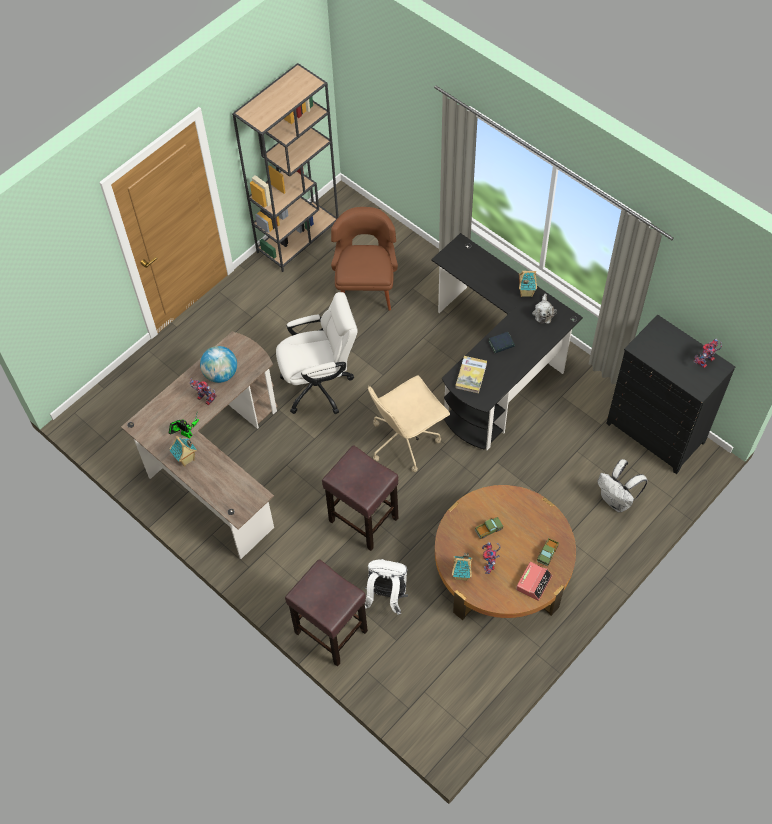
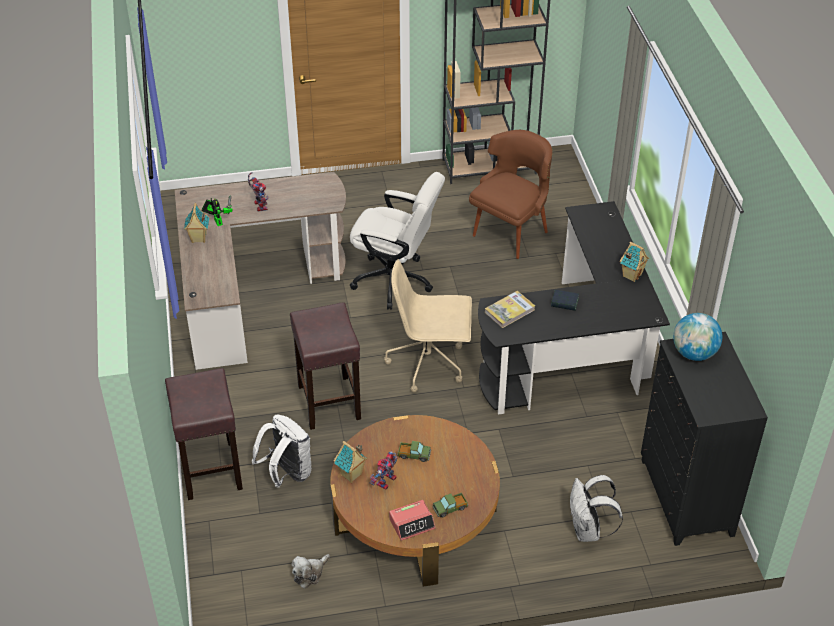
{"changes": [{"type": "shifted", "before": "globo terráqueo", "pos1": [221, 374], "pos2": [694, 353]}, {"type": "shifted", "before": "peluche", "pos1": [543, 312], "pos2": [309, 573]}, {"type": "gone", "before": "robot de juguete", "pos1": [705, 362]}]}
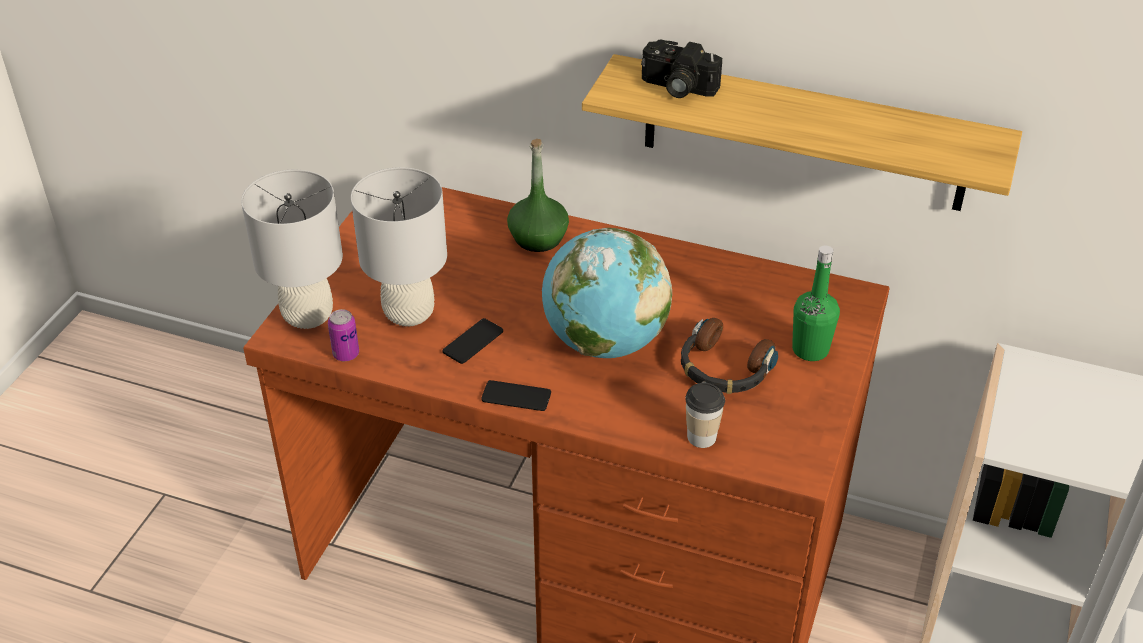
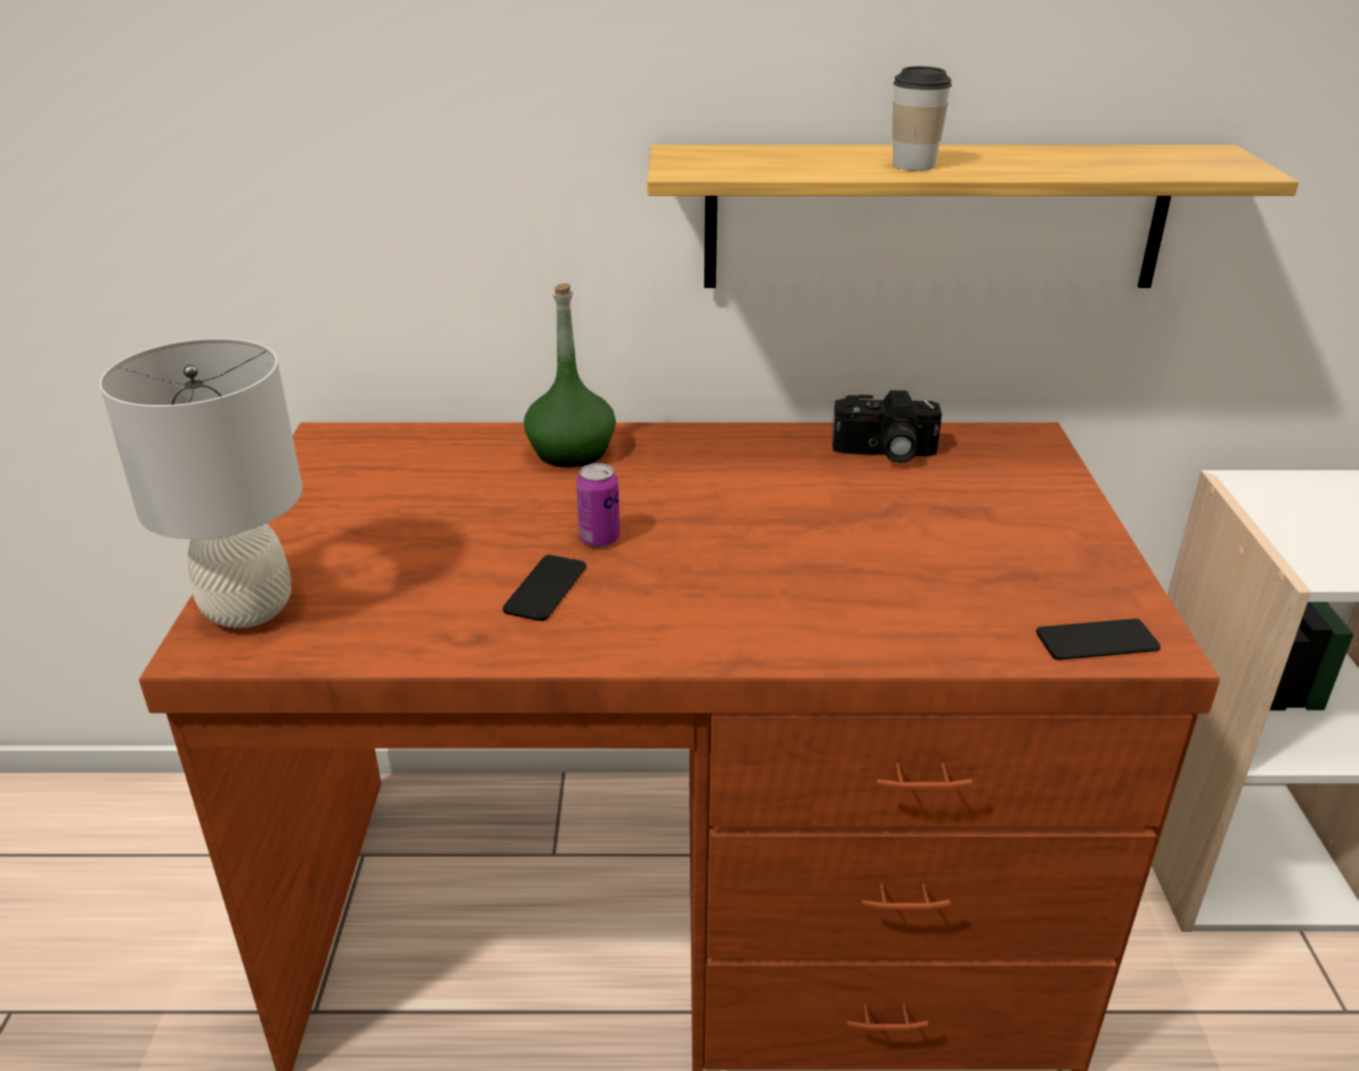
{"changes": [{"type": "shifted", "before": "lata", "pos1": [346, 354], "pos2": [599, 539]}, {"type": "gone", "before": "lámpara de mesa/gris", "pos1": [407, 314]}, {"type": "shifted", "before": "móvil", "pos1": [516, 396], "pos2": [1096, 641]}, {"type": "gone", "before": "globo terráqueo", "pos1": [604, 342]}, {"type": "shifted", "before": "cámara", "pos1": [677, 88], "pos2": [884, 453]}, {"type": "gone", "before": "auriculares", "pos1": [724, 368]}, {"type": "shifted", "before": "taza", "pos1": [701, 437], "pos2": [913, 165]}, {"type": "gone", "before": "botella/verde", "pos1": [810, 350]}]}
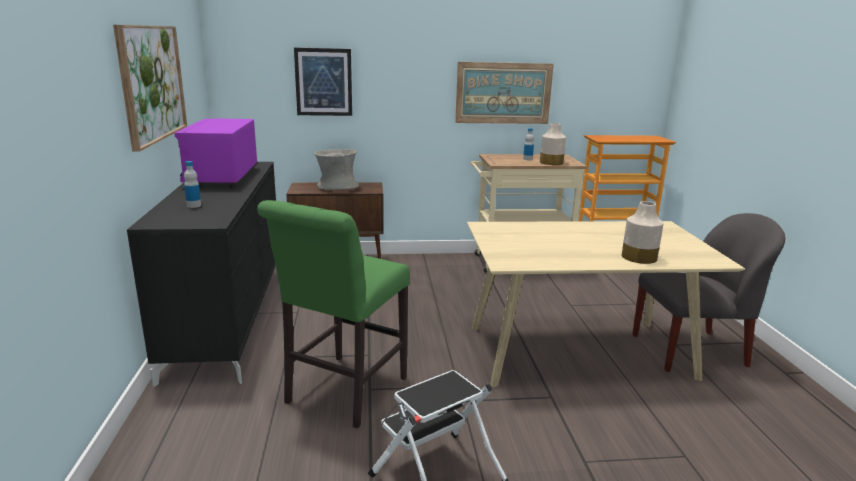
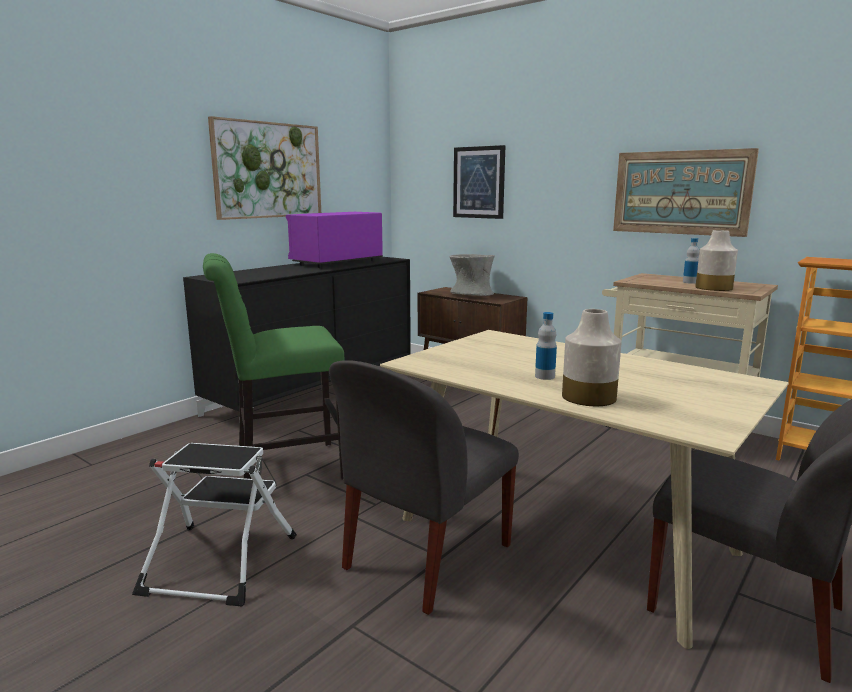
{"changes": [{"type": "shifted", "before": "botella", "pos1": [194, 205], "pos2": [544, 376]}, {"type": "new", "after": "silla/gris", "pos2": [425, 558]}]}
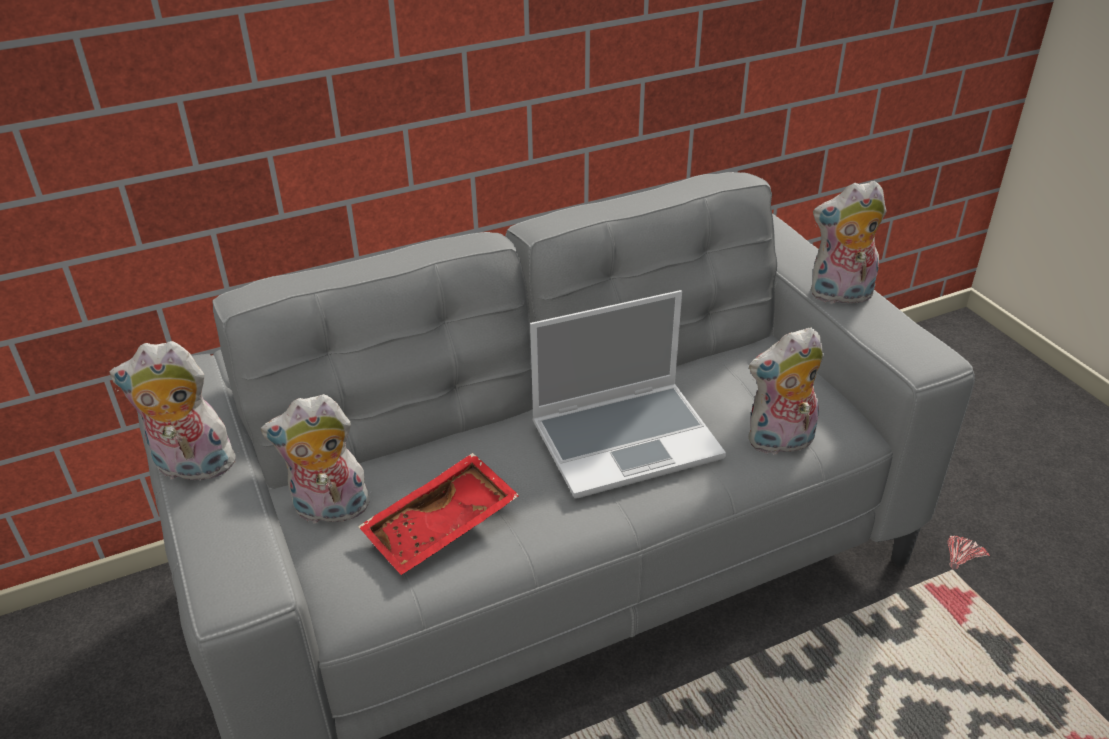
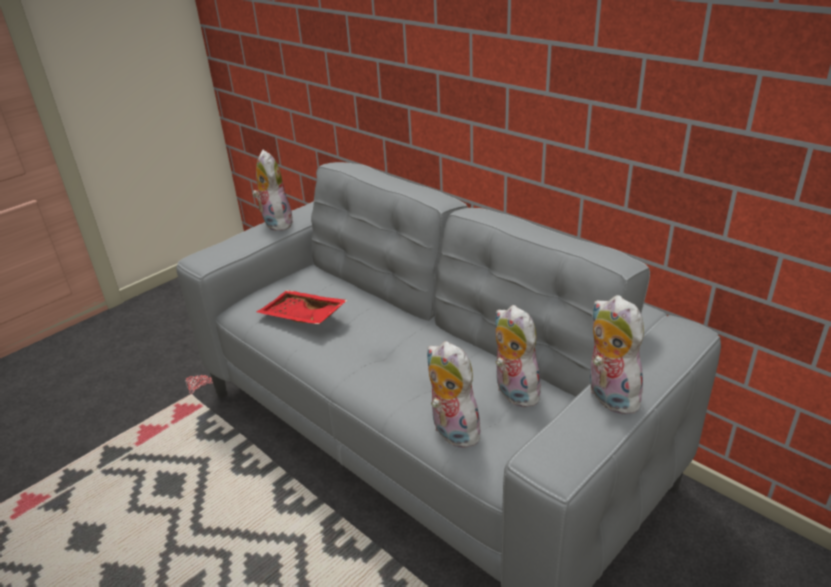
{"changes": [{"type": "shifted", "before": "peluche", "pos1": [329, 511], "pos2": [513, 392]}, {"type": "gone", "before": "portátil", "pos1": [627, 439]}]}
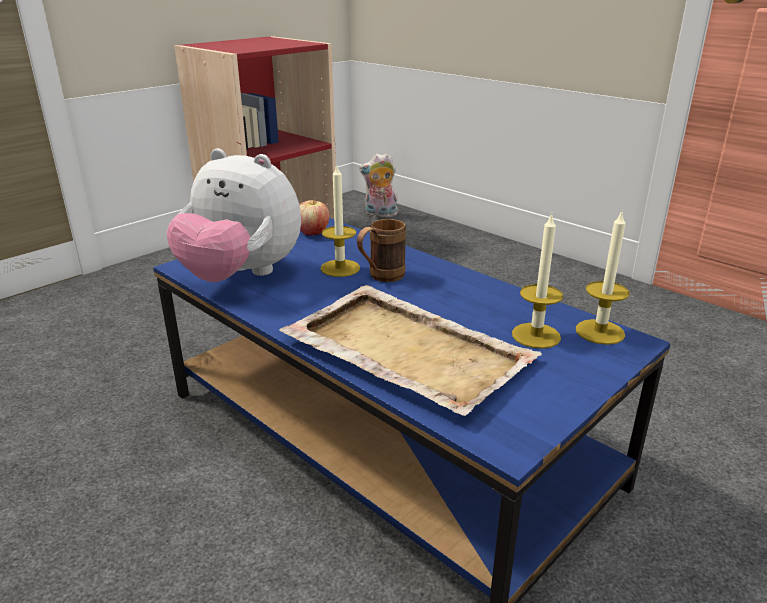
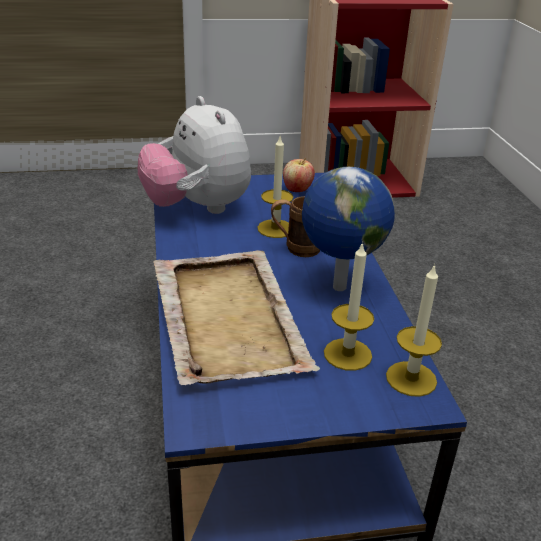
{"changes": [{"type": "gone", "before": "peluche", "pos1": [380, 215]}, {"type": "new", "after": "globo terráqueo", "pos2": [337, 287]}]}
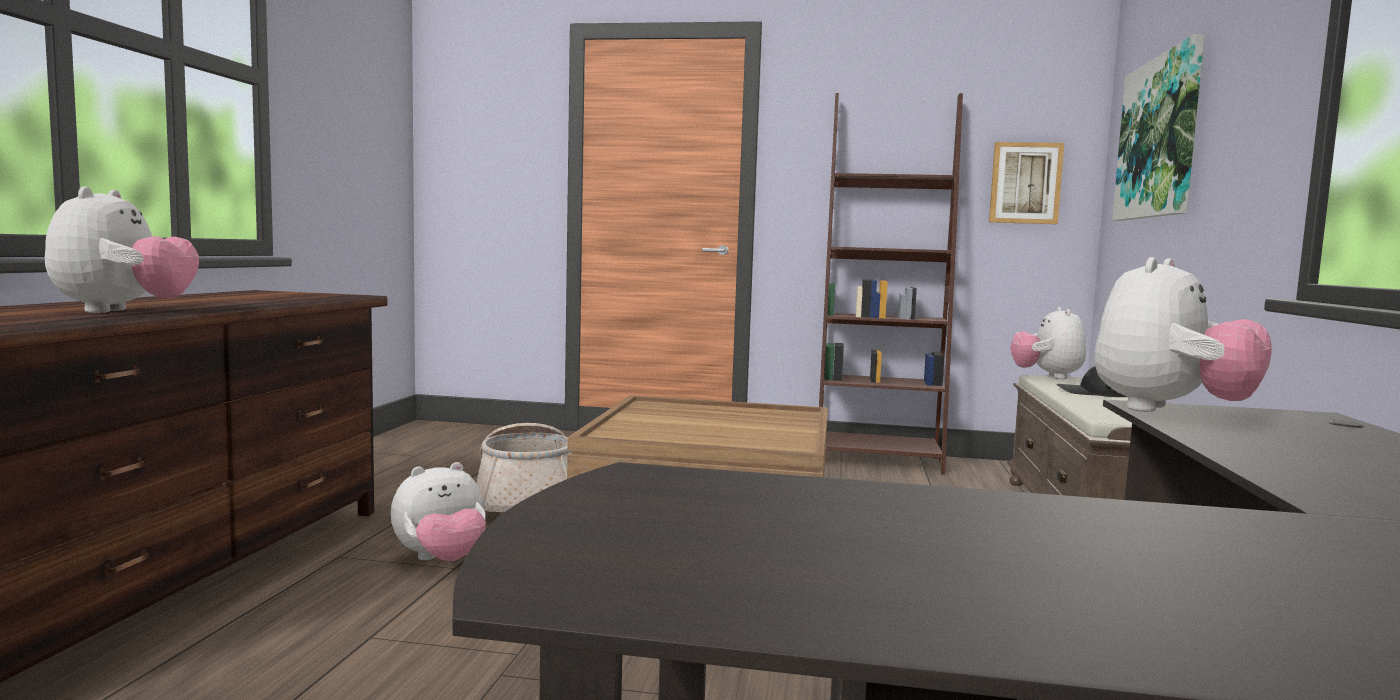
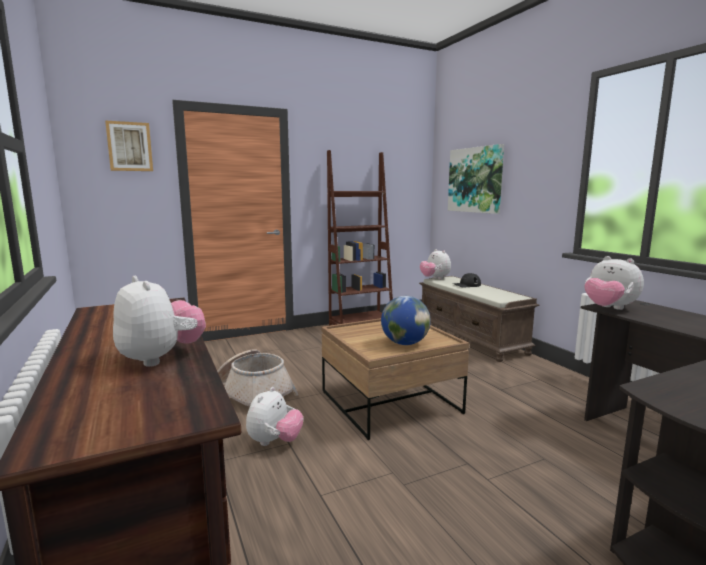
{"changes": [{"type": "shifted", "before": "cuadro", "pos1": [1025, 183], "pos2": [130, 146]}, {"type": "rotated", "before": "peluche", "pos1": [1169, 411], "pos2": [609, 308], "turn": 135}, {"type": "new", "after": "globo terráqueo", "pos2": [404, 343]}]}
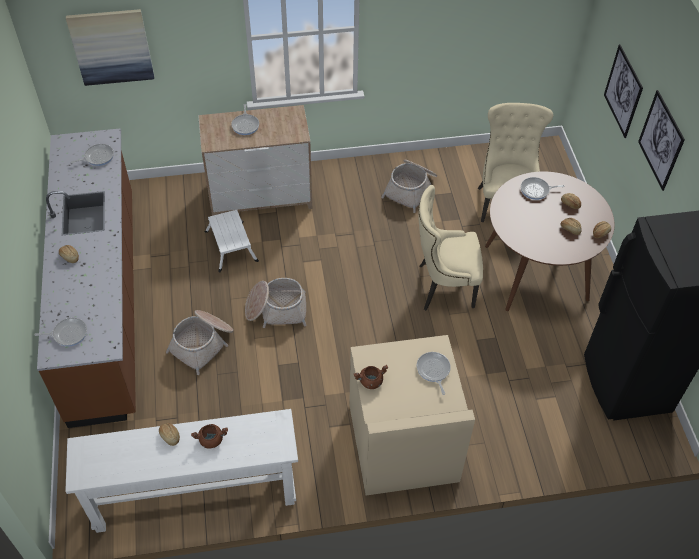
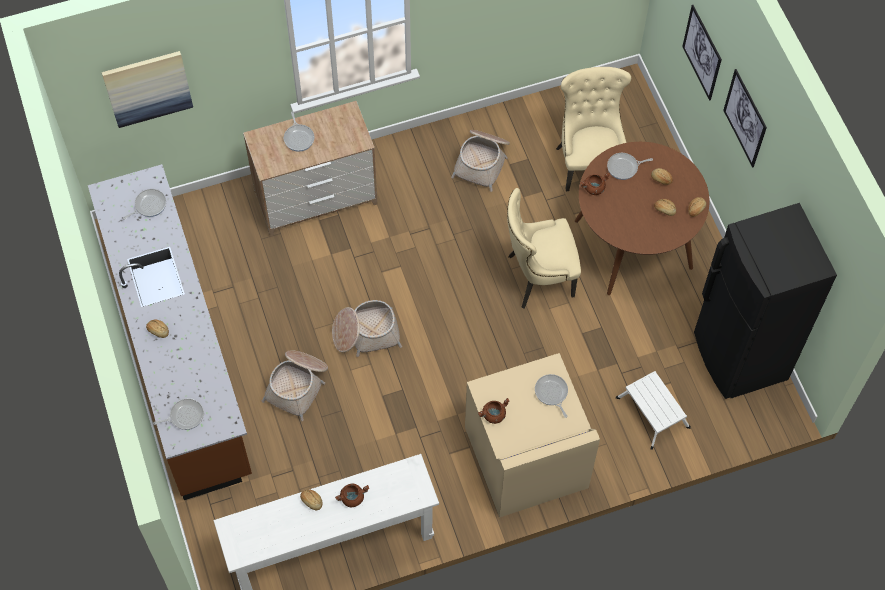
{"changes": [{"type": "shifted", "before": "escalera de tijera/blanco", "pos1": [231, 246], "pos2": [653, 413]}, {"type": "new", "after": "olla/marrón", "pos2": [594, 188]}]}
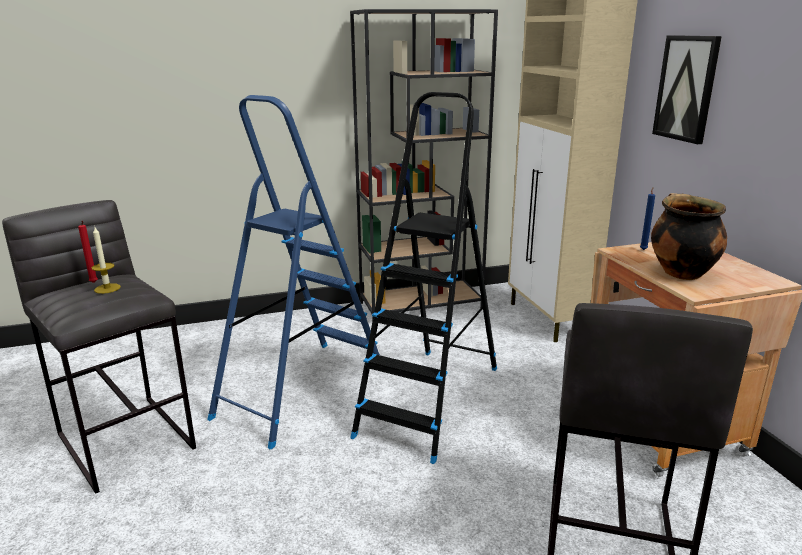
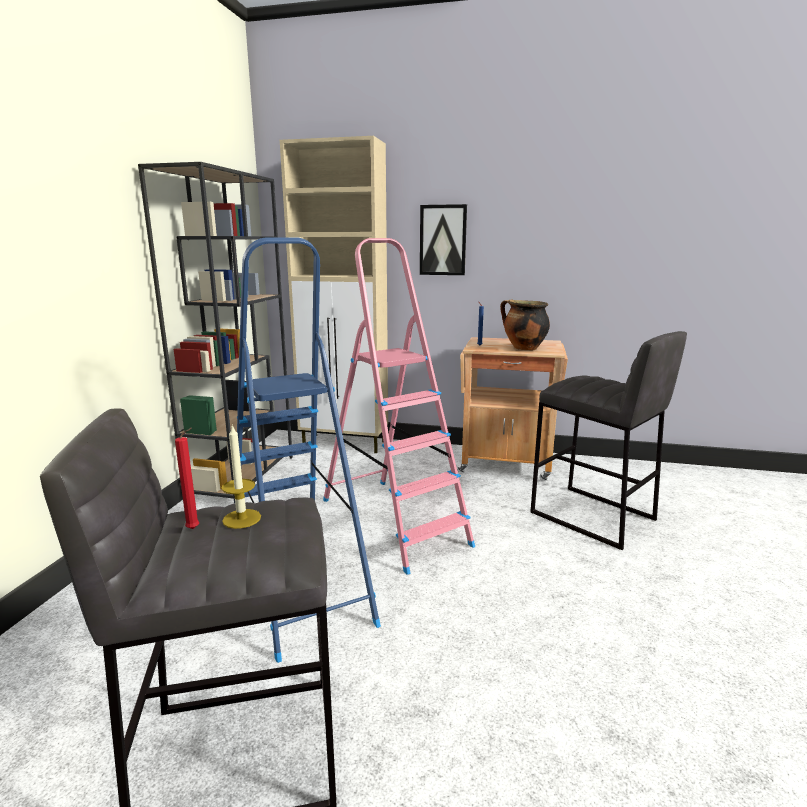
{"changes": [{"type": "repainted", "before": "escalera de tijera/negro", "after": "escalera de tijera/rosa", "pos1": [430, 400], "pos2": [393, 521]}]}
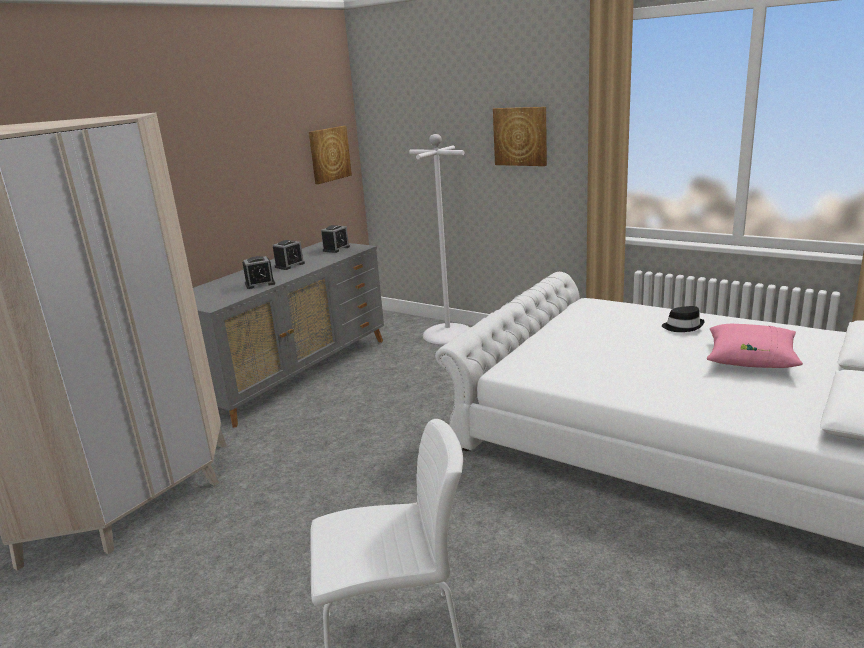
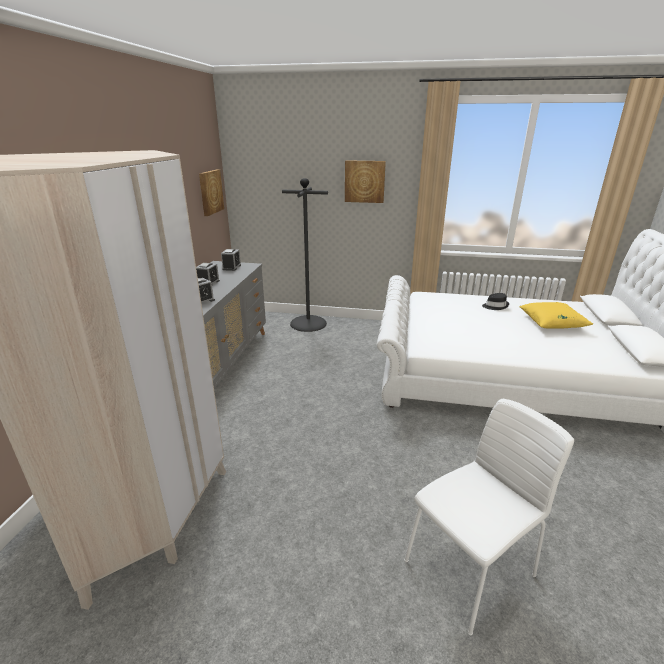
{"changes": [{"type": "repainted", "before": "perchero/blanco", "after": "perchero/negro", "pos1": [448, 334], "pos2": [308, 323]}, {"type": "repainted", "before": "cojín/rosa", "after": "cojín/amarillo", "pos1": [750, 360], "pos2": [551, 324]}]}
